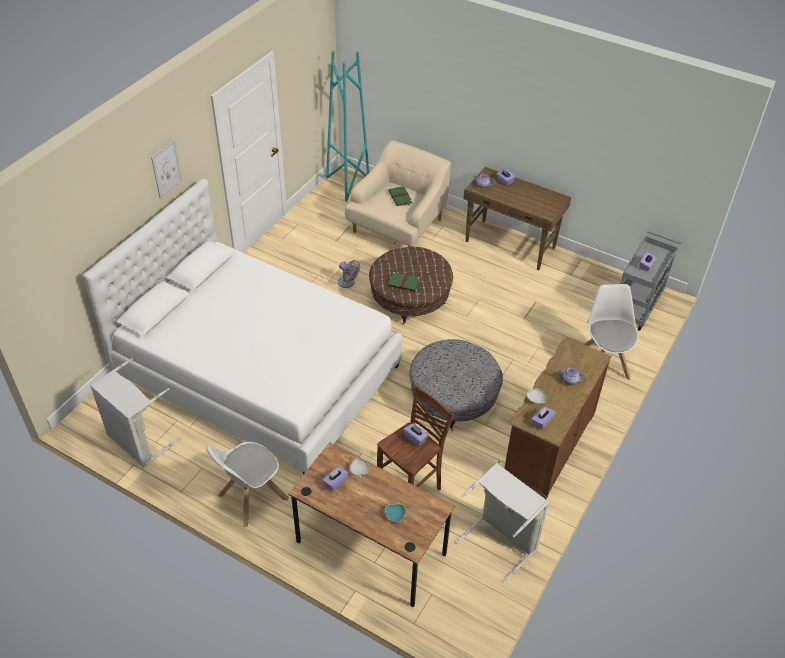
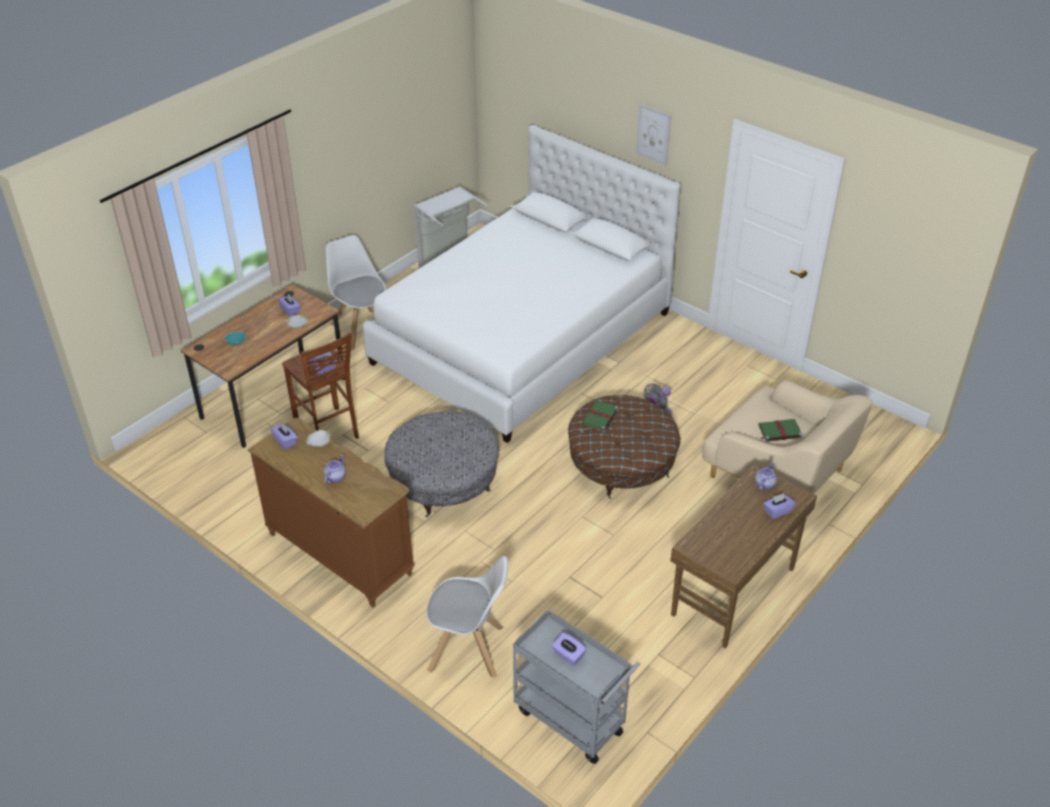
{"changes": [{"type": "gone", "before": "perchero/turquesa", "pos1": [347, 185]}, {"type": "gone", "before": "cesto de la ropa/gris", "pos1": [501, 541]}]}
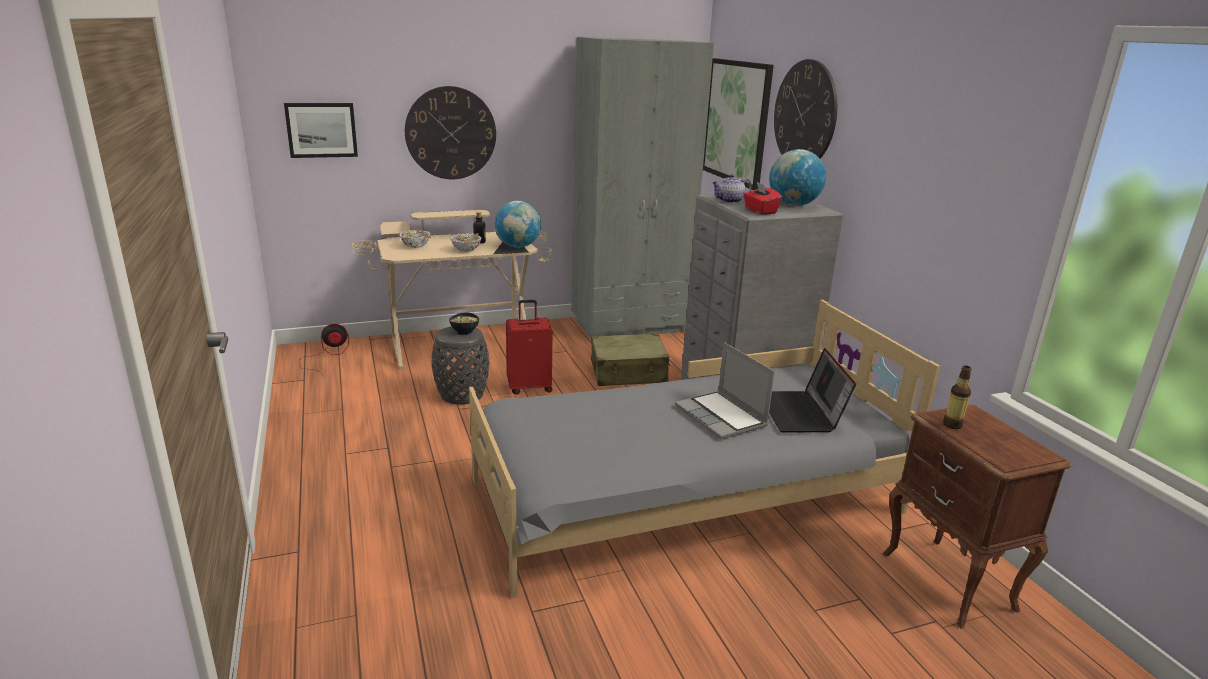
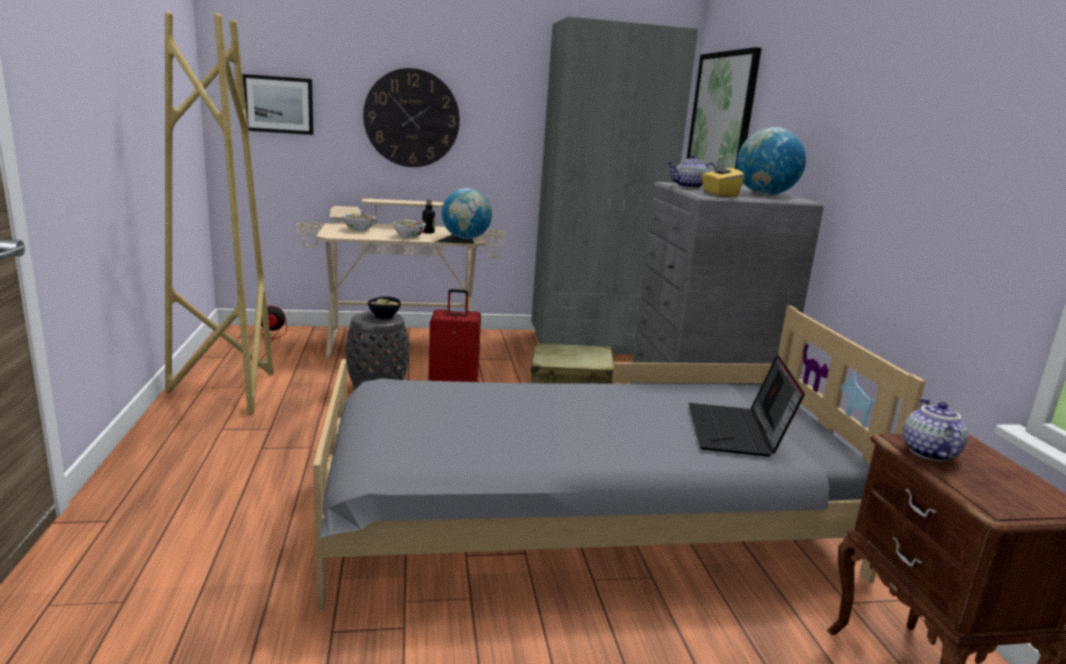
{"changes": [{"type": "gone", "before": "portátil", "pos1": [722, 417]}, {"type": "repainted", "before": "caja de pañuelos/rojo", "after": "caja de pañuelos/amarillo", "pos1": [760, 211], "pos2": [719, 194]}, {"type": "gone", "before": "reloj de pared", "pos1": [805, 114]}, {"type": "swapped", "before": "botella", "after": "tetera", "pos1": [952, 425], "pos2": [927, 452]}, {"type": "new", "after": "perchero/amarillo", "pos2": [231, 392]}]}
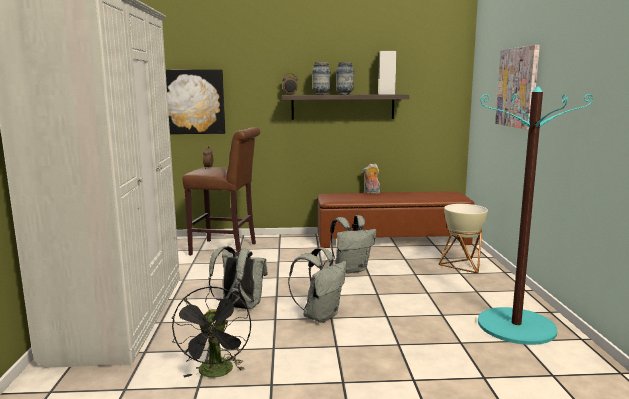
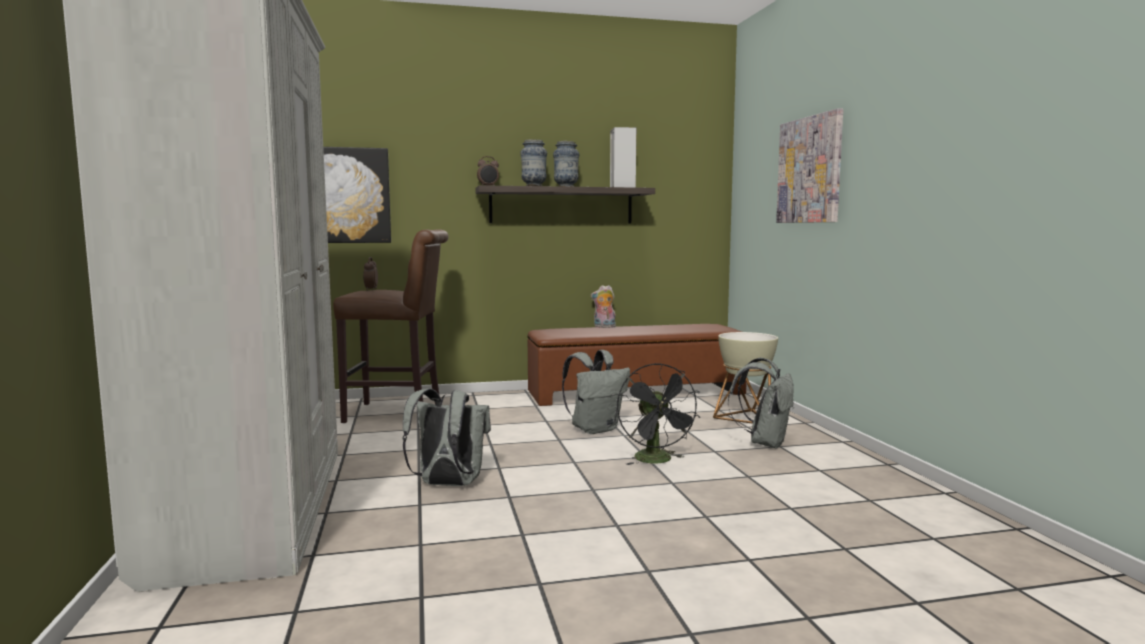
{"changes": [{"type": "shifted", "before": "ventilador/negro", "pos1": [216, 373], "pos2": [657, 461]}, {"type": "shifted", "before": "mochila/gris", "pos1": [320, 316], "pos2": [765, 442]}, {"type": "gone", "before": "perchero/turquesa", "pos1": [516, 326]}]}
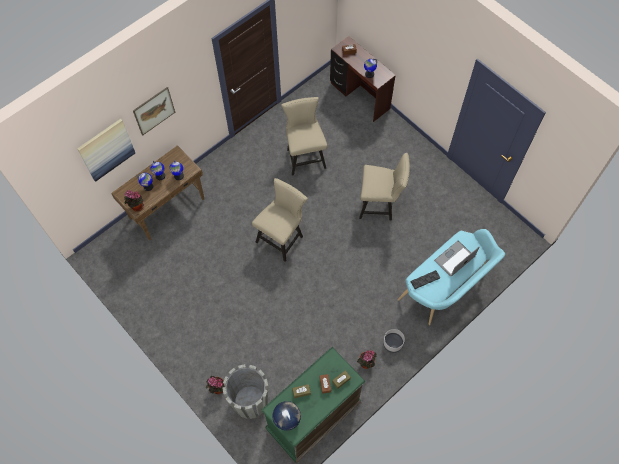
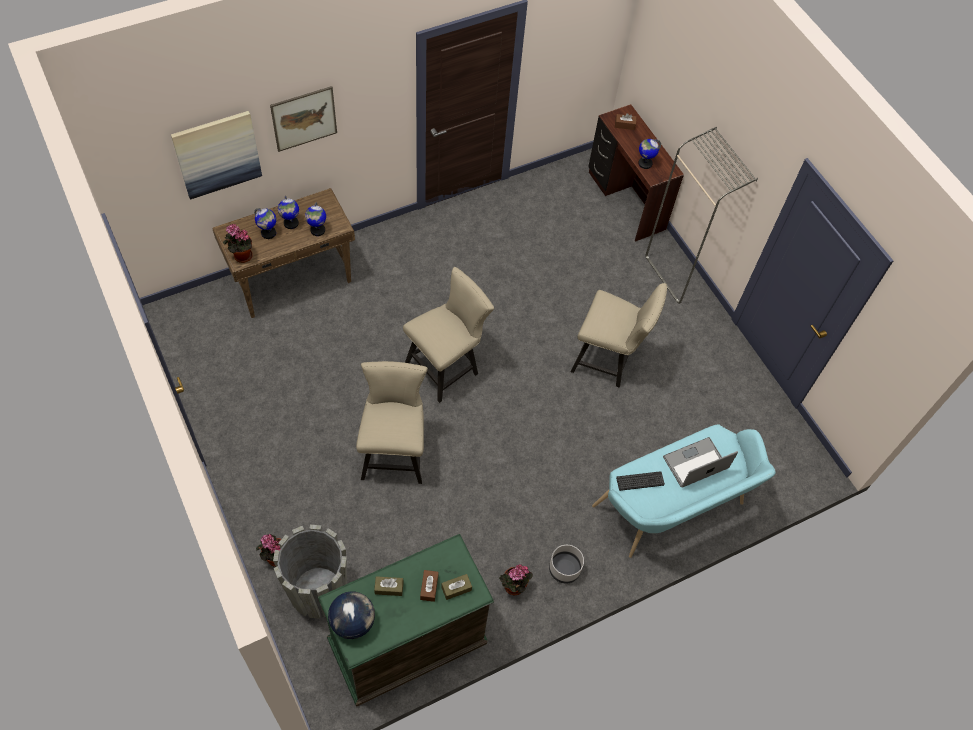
{"changes": [{"type": "shifted", "before": "silla/beis", "pos1": [304, 156], "pos2": [394, 452]}, {"type": "new", "after": "perchero/gris", "pos2": [677, 274]}]}
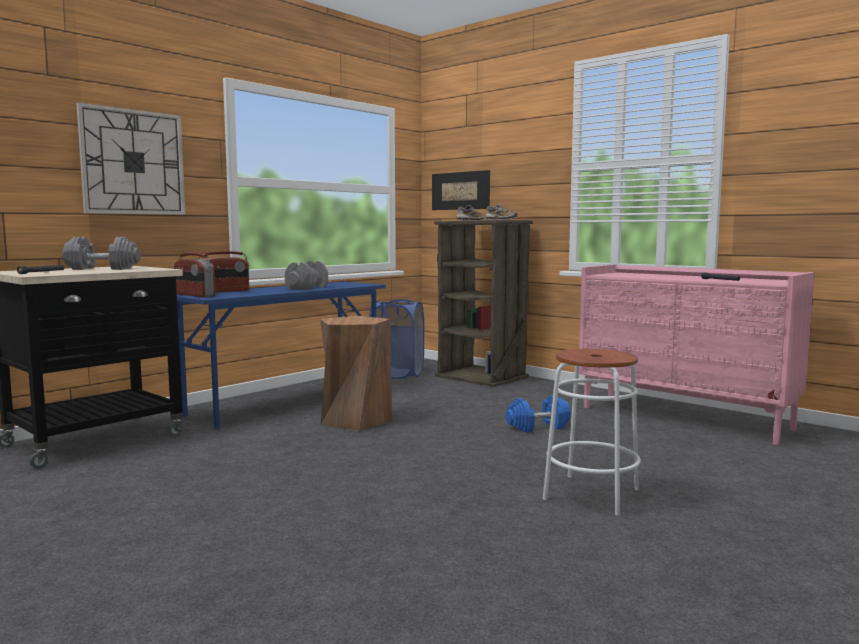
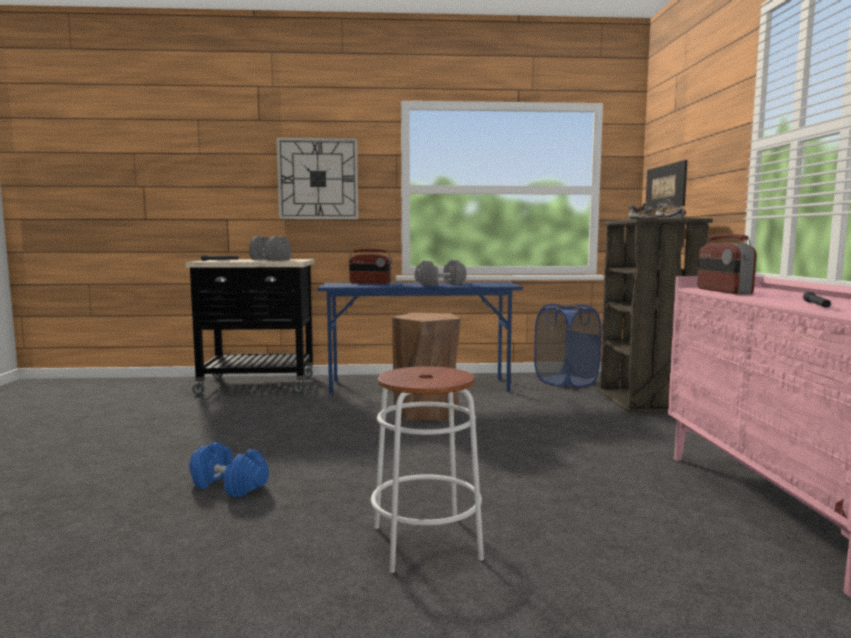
{"changes": [{"type": "shifted", "before": "radio", "pos1": [194, 295], "pos2": [723, 291]}, {"type": "shifted", "before": "mancuerna/azul", "pos1": [538, 427], "pos2": [228, 486]}]}
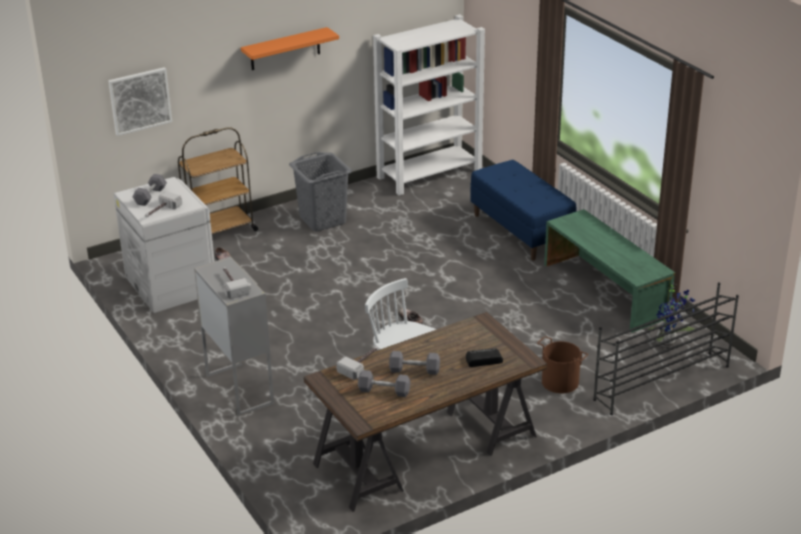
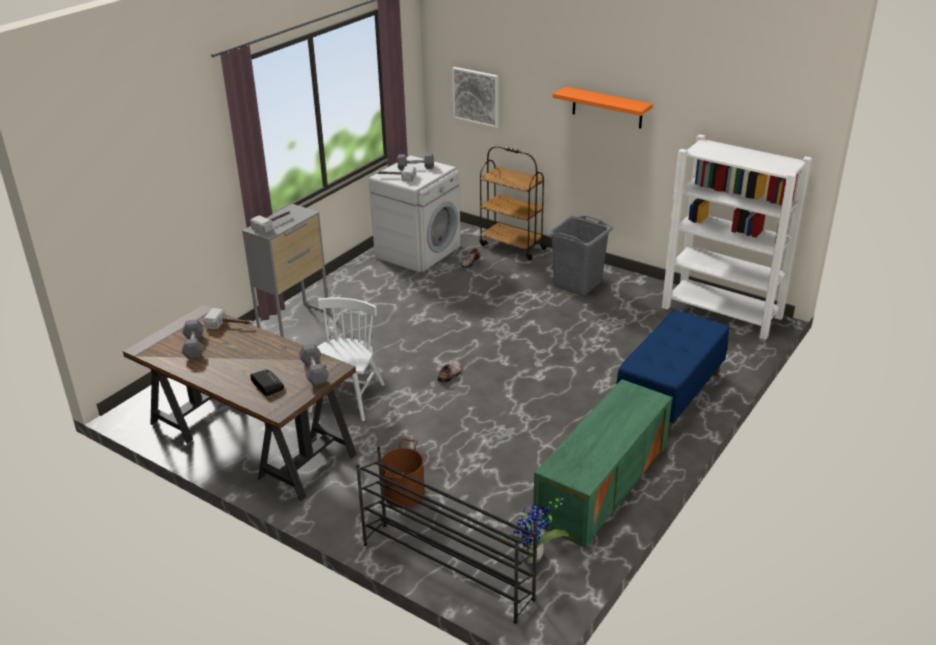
{"changes": [{"type": "shifted", "before": "mancuerna/gris", "pos1": [414, 370], "pos2": [314, 372]}]}
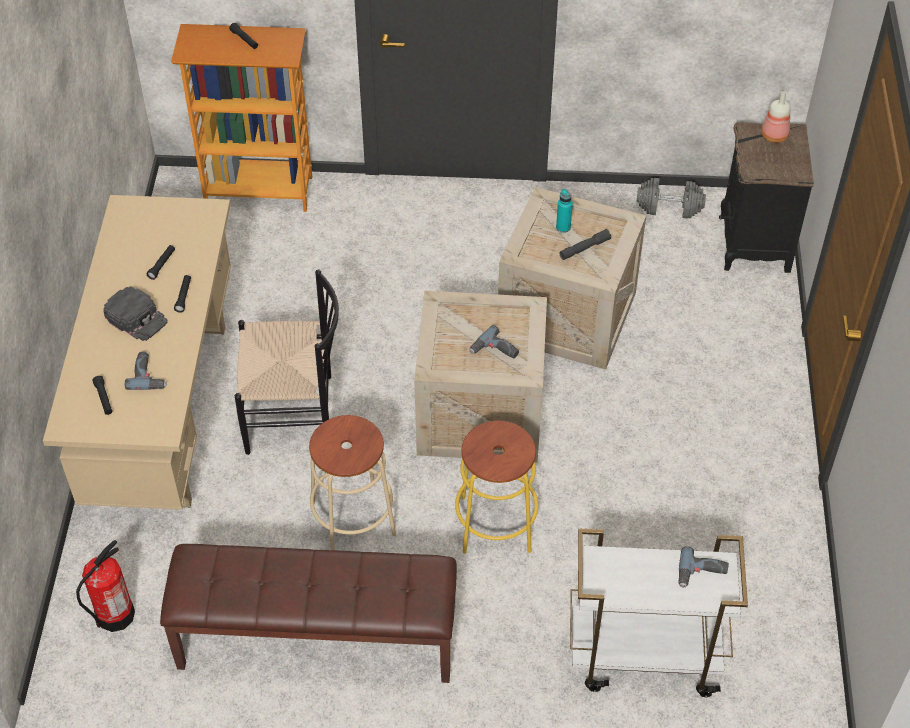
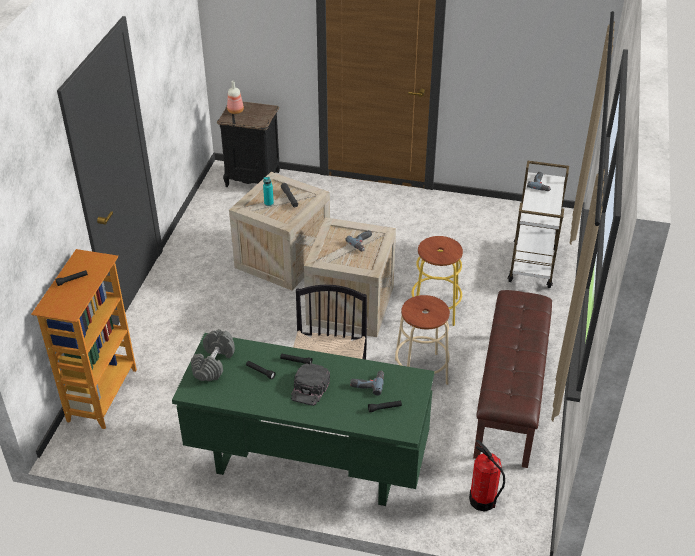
{"changes": [{"type": "repainted", "before": "escritorio/beis", "after": "escritorio/verde", "pos1": [164, 411], "pos2": [307, 464]}, {"type": "rotated", "before": "gorra/negro", "pos1": [137, 318], "pos2": [310, 388], "turn": 150}, {"type": "shifted", "before": "mancuerna/gris", "pos1": [669, 206], "pos2": [213, 363]}]}
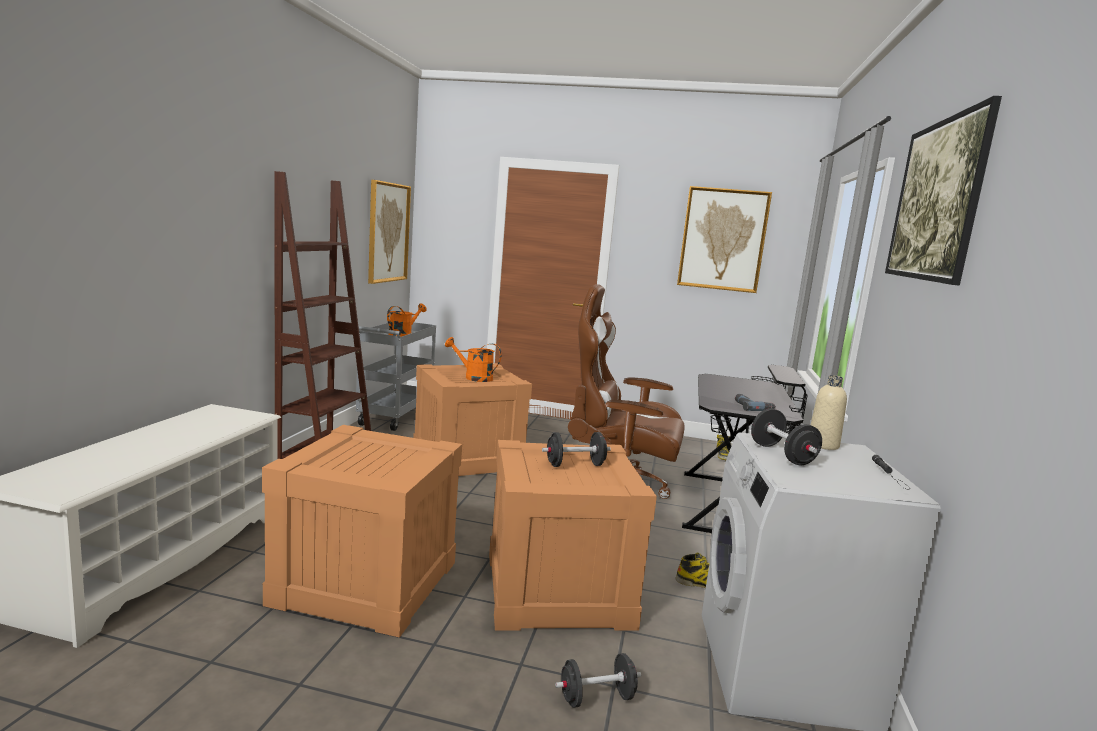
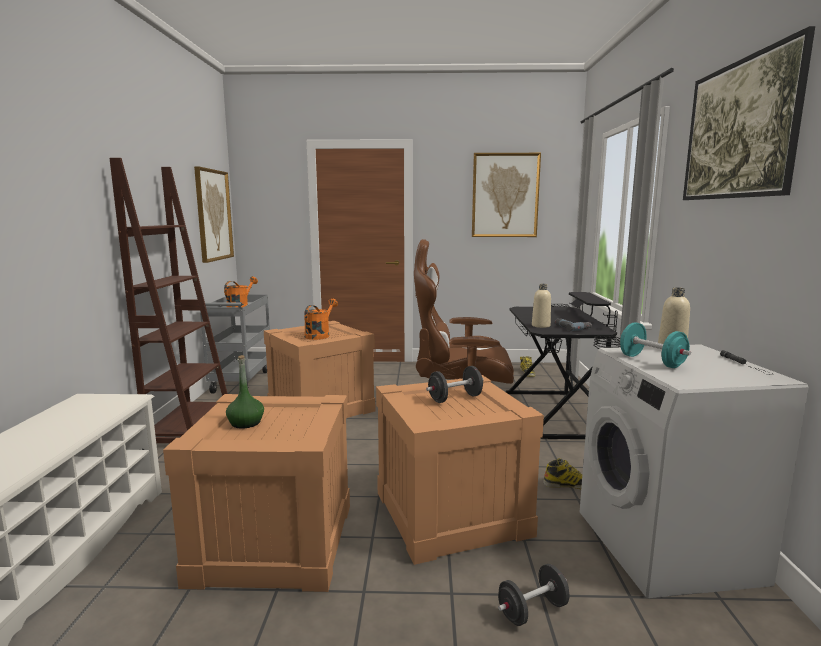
{"changes": [{"type": "rotated", "before": "regadera/naranja", "pos1": [473, 377], "pos2": [319, 335], "turn": 105}, {"type": "repainted", "before": "mancuerna/negro", "after": "mancuerna/turquesa", "pos1": [782, 455], "pos2": [651, 361]}, {"type": "new", "after": "botella/verde", "pos2": [246, 423]}, {"type": "new", "after": "botella/beis", "pos2": [541, 326]}]}
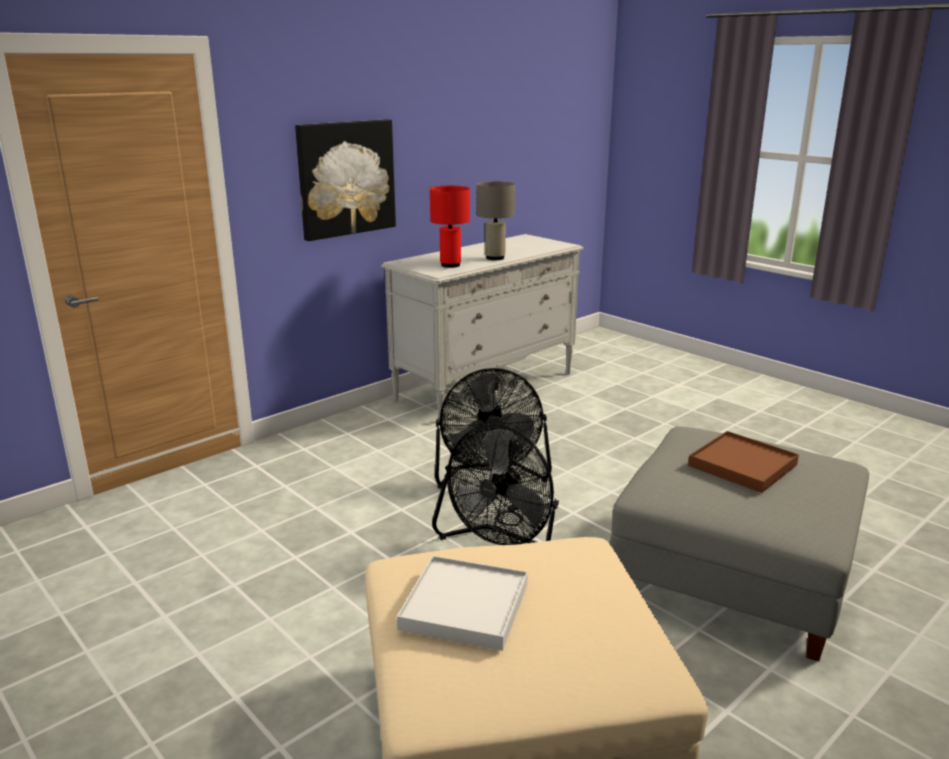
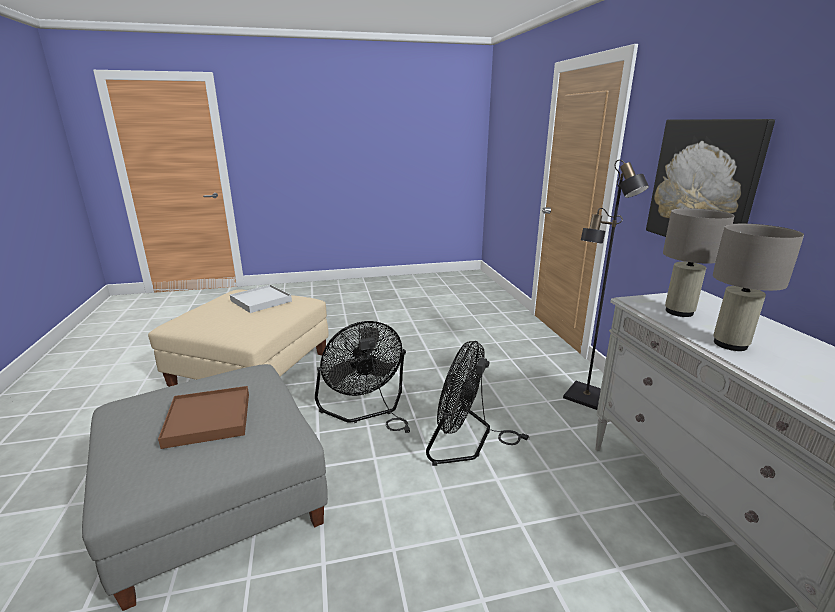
{"changes": [{"type": "repainted", "before": "lámpara de mesa/rojo", "after": "lámpara de mesa/gris", "pos1": [450, 265], "pos2": [678, 312]}, {"type": "new", "after": "lámpara de pie/negro", "pos2": [586, 396]}]}
